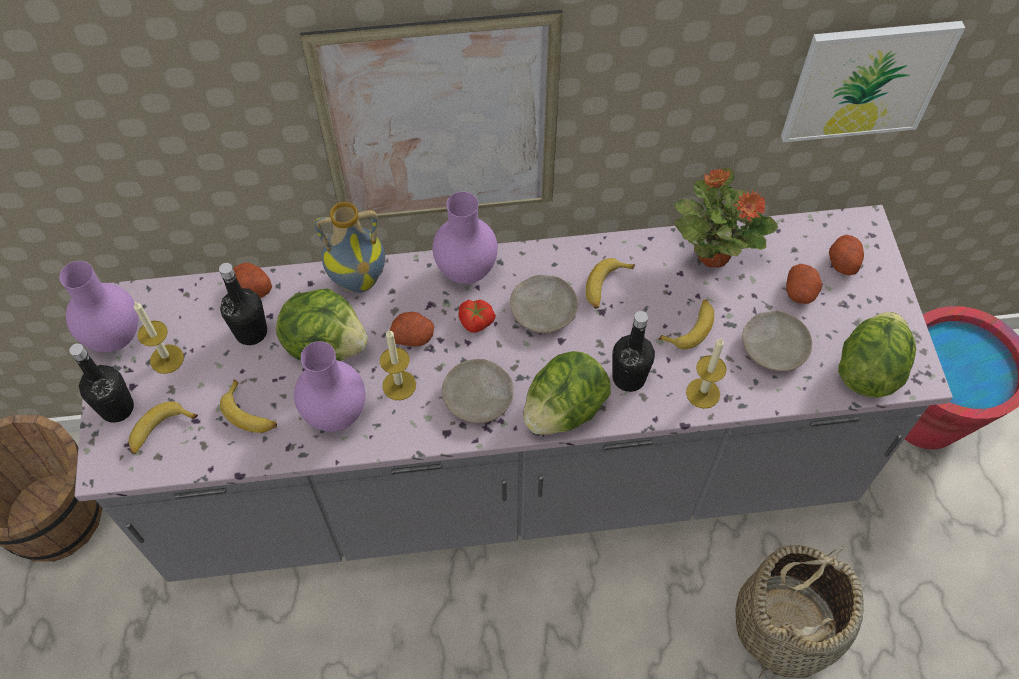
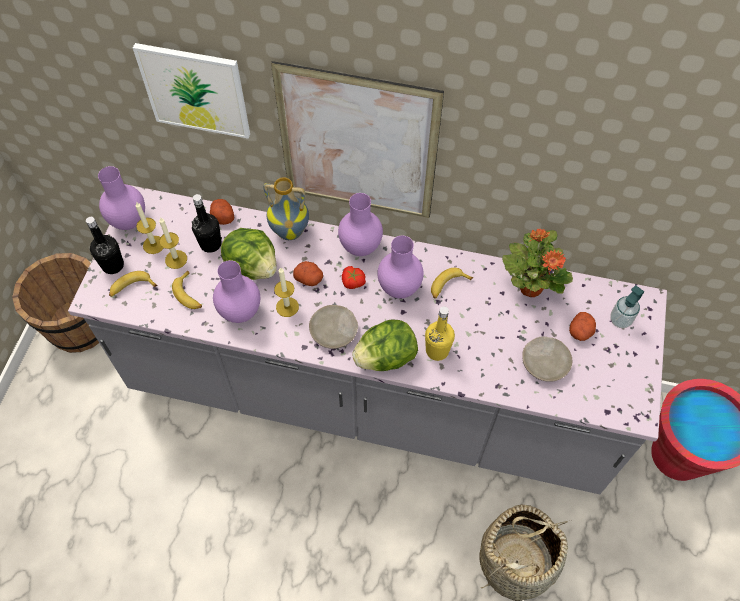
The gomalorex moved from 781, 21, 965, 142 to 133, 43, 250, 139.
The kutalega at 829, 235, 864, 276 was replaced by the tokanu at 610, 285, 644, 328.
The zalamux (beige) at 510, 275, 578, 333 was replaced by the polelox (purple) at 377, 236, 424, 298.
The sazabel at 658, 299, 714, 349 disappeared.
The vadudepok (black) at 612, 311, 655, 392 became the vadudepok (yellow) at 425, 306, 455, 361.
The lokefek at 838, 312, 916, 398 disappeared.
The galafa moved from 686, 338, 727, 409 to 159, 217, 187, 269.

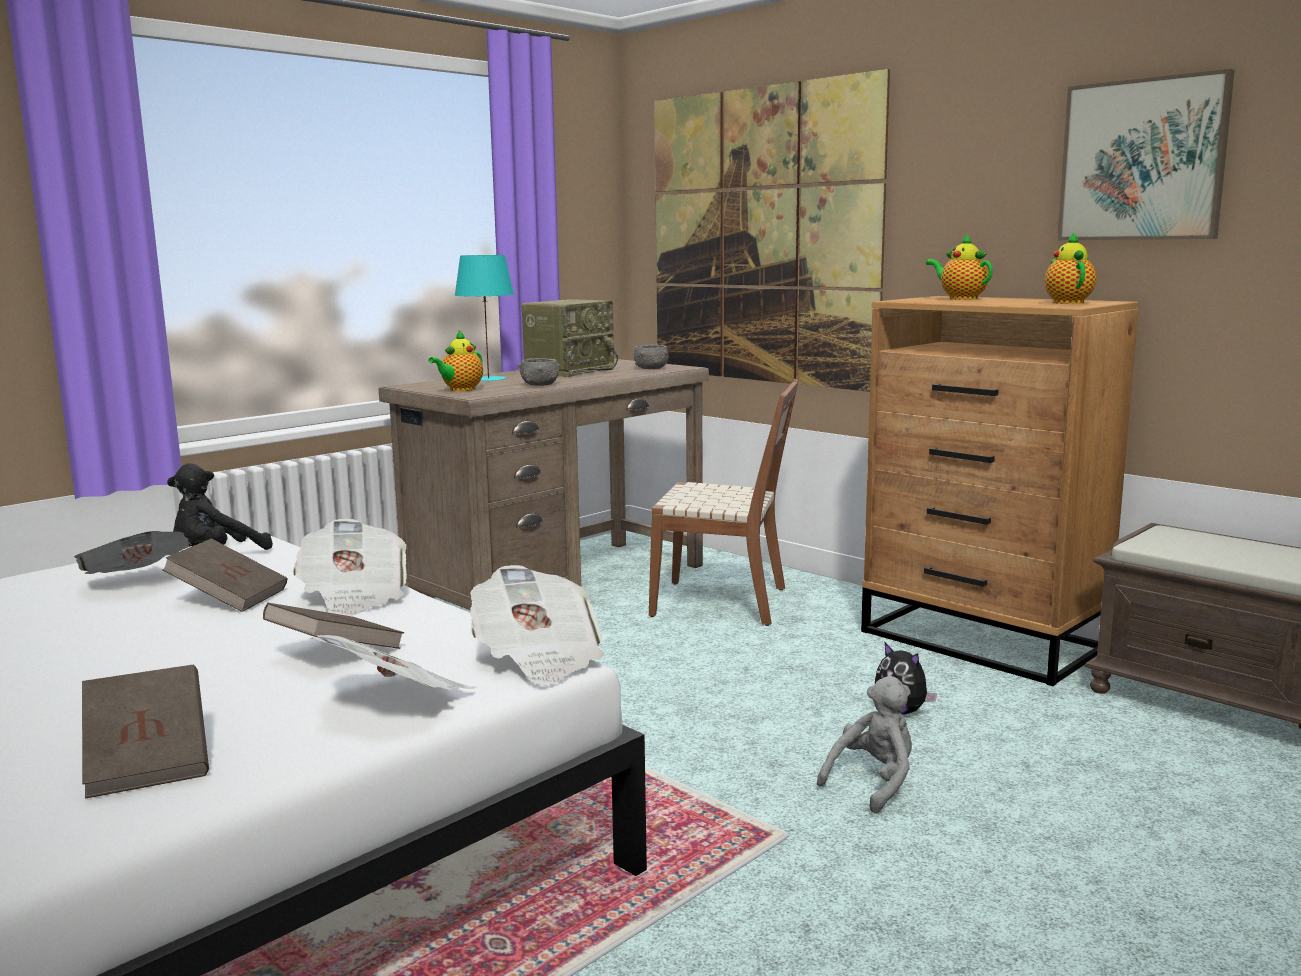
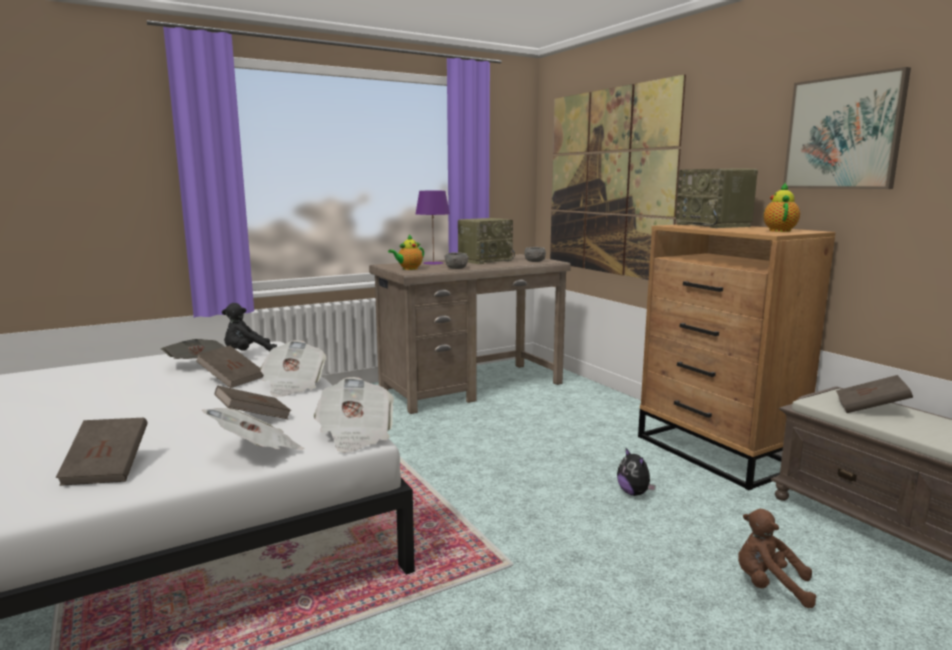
The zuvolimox at 926, 234, 993, 300 was replaced by the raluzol at 676, 169, 758, 228.
The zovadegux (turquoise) at 454, 255, 514, 381 became the zovadegux (purple) at 416, 191, 450, 265.
The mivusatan at 649, 379, 799, 626 disappeared.
The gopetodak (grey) at 817, 676, 912, 813 disappeared.
The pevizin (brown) at 836, 375, 913, 413 appeared.
The gopetodak (brown) at 738, 509, 816, 608 appeared.

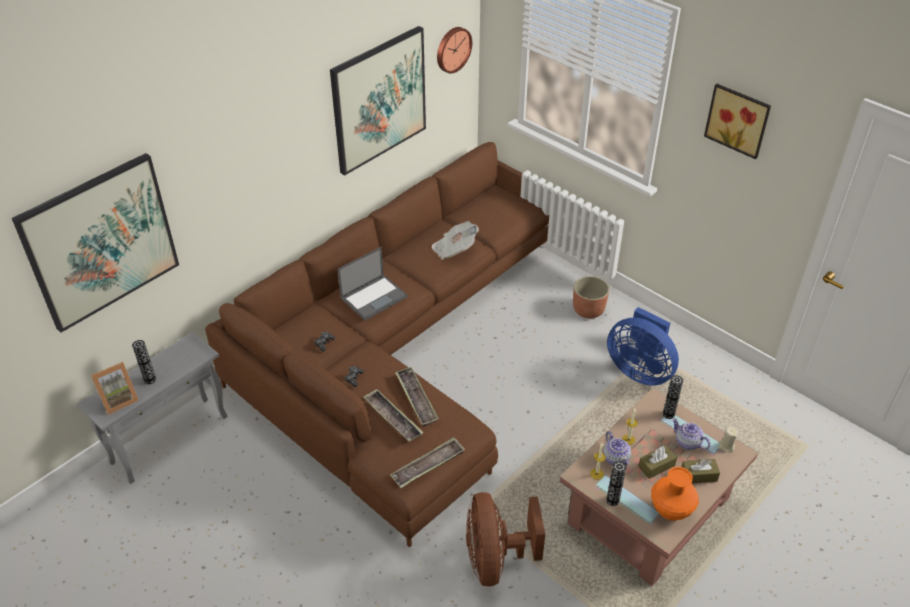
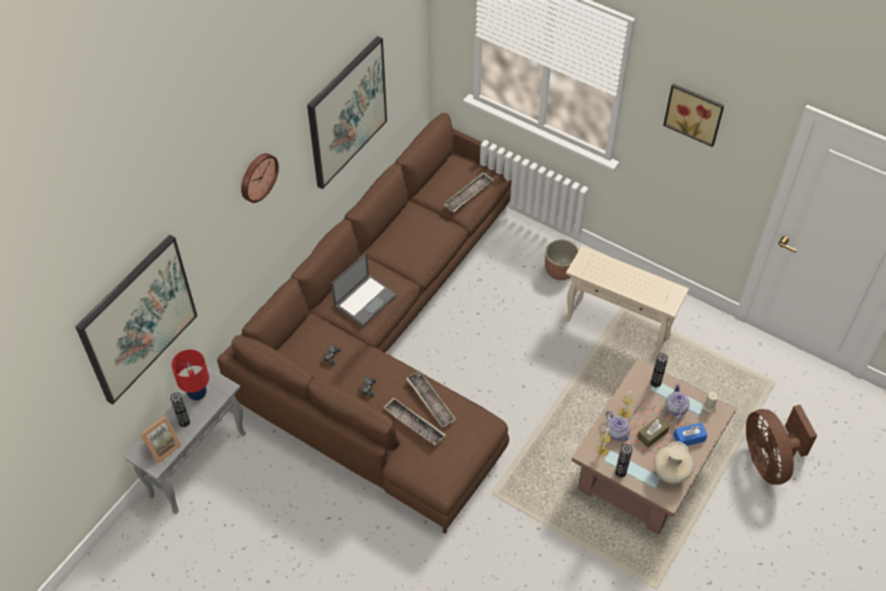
The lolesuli moved from 437, 27, 472, 74 to 241, 153, 279, 203.
The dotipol at 431, 221, 479, 260 disappeared.
The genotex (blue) at 607, 307, 679, 386 was replaced by the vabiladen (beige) at 565, 246, 689, 359.
The zuvolimox at 672, 418, 711, 450 turned 60 degrees clockwise.
The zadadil moved from 390, 437, 465, 488 to 443, 172, 494, 212.
The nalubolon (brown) at 681, 459, 720, 484 became the nalubolon (blue) at 673, 422, 707, 446.
The polelox (orange) at 651, 467, 699, 521 became the polelox (beige) at 653, 441, 694, 484.
The genotex (brown) moved from 466, 492, 545, 586 to 746, 405, 817, 485.
The zovadegux (red) at 171, 349, 209, 400 appeared.

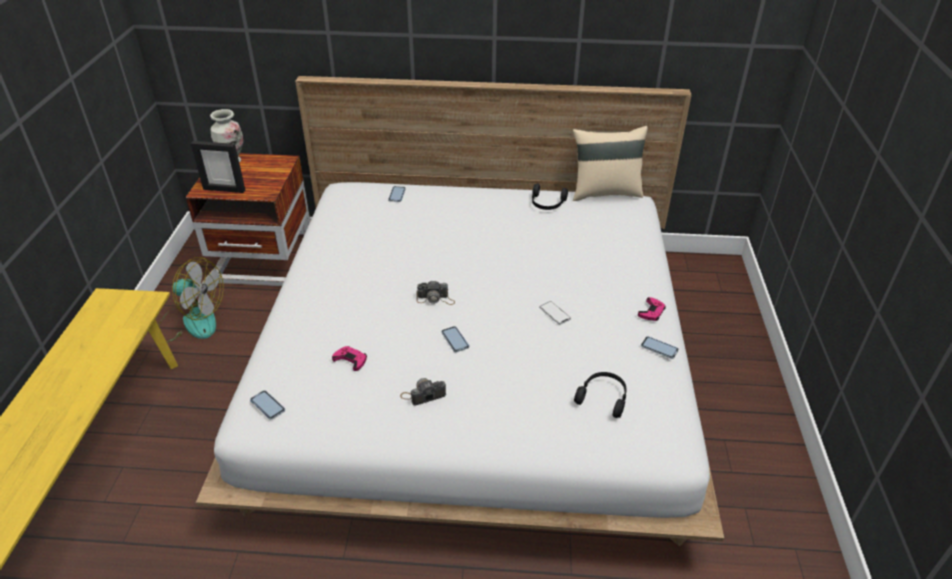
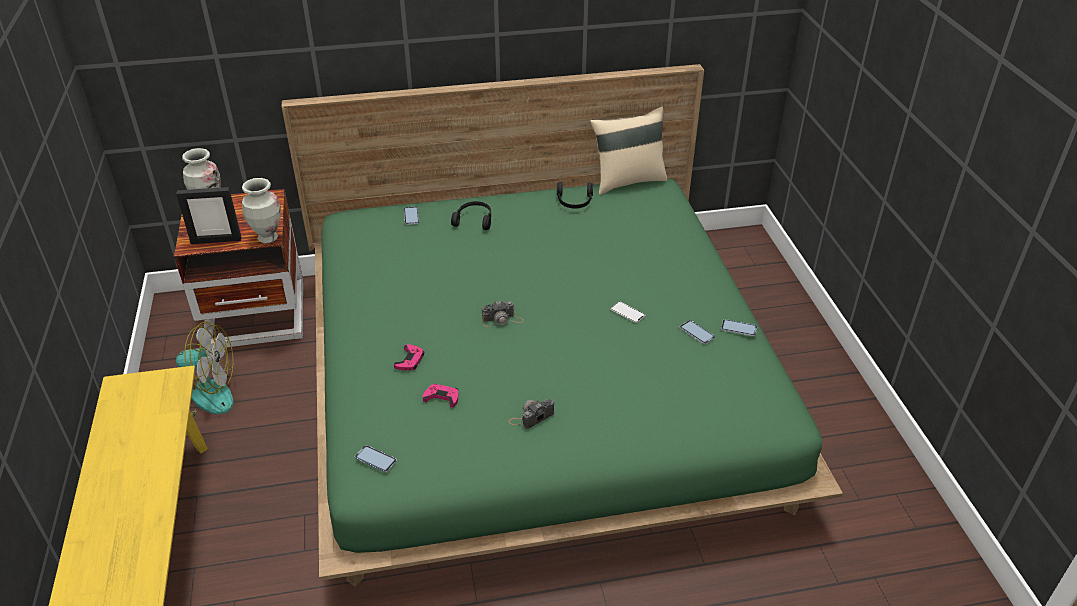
The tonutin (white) at 196, 76, 724, 546 became the tonutin (green) at 282, 64, 843, 586.
The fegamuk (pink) moved from 638, 297, 666, 321 to 394, 344, 424, 370.
The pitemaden moved from 441, 326, 469, 352 to 680, 320, 715, 344.
The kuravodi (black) moved from 574, 372, 627, 418 to 451, 201, 491, 230.
The polelox at 242, 178, 281, 243 appeared.

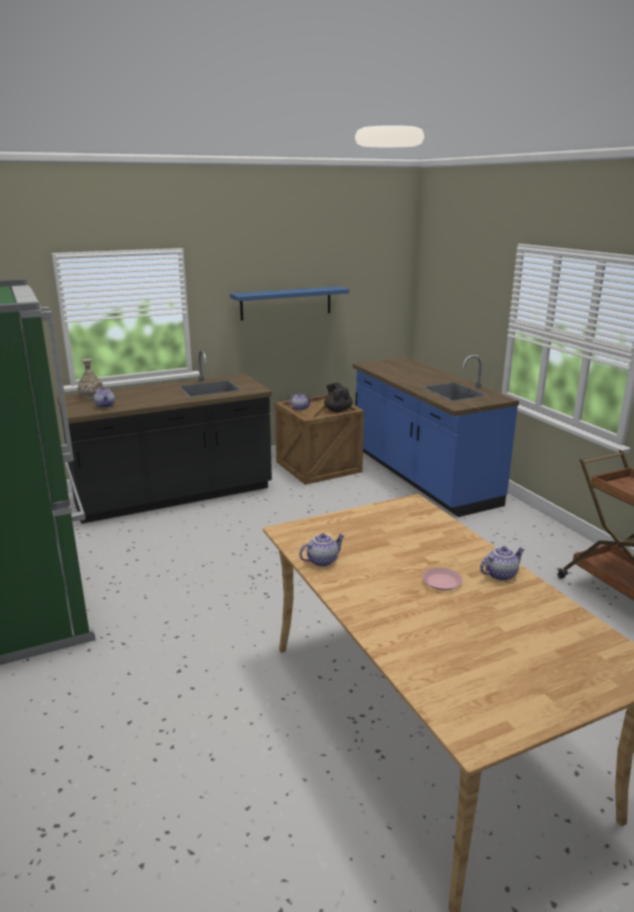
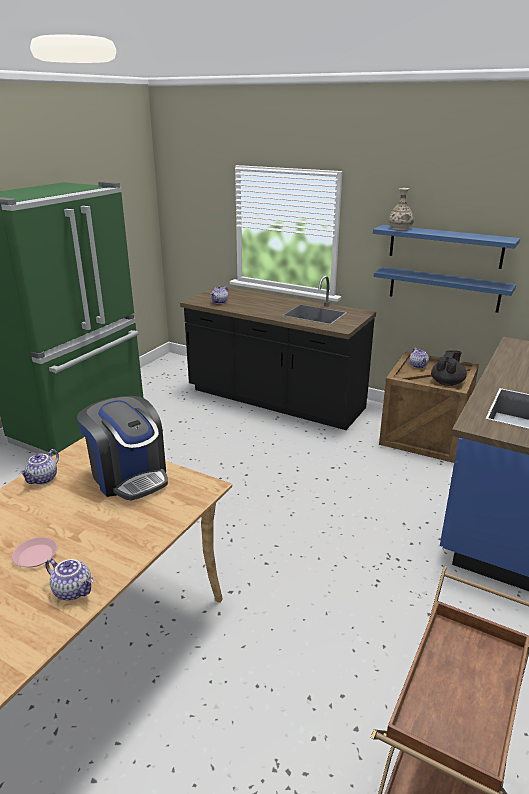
The polelox moved from 78, 358, 104, 399 to 388, 188, 414, 230.
The zuvolimox at 299, 533, 345, 567 turned 90 degrees clockwise.
The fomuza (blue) at 374, 267, 516, 313 appeared.
The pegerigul at 77, 396, 168, 501 appeared.

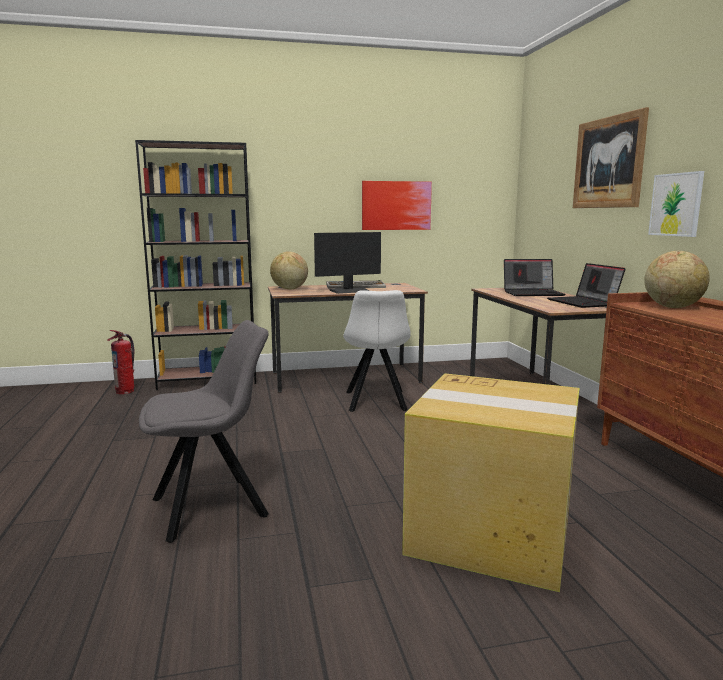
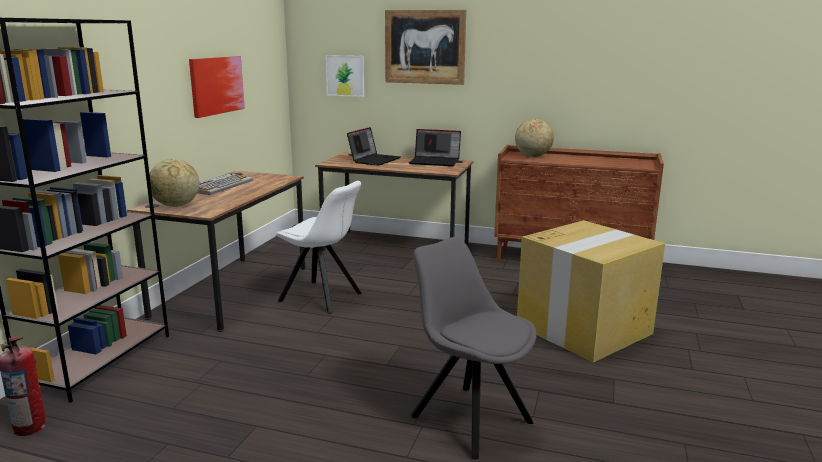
The gomalorex moved from 648, 171, 704, 237 to 325, 55, 364, 97.
The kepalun at 314, 232, 381, 294 disappeared.
The mivusatan (grey) at 139, 320, 269, 543 turned 45 degrees counterclockwise.

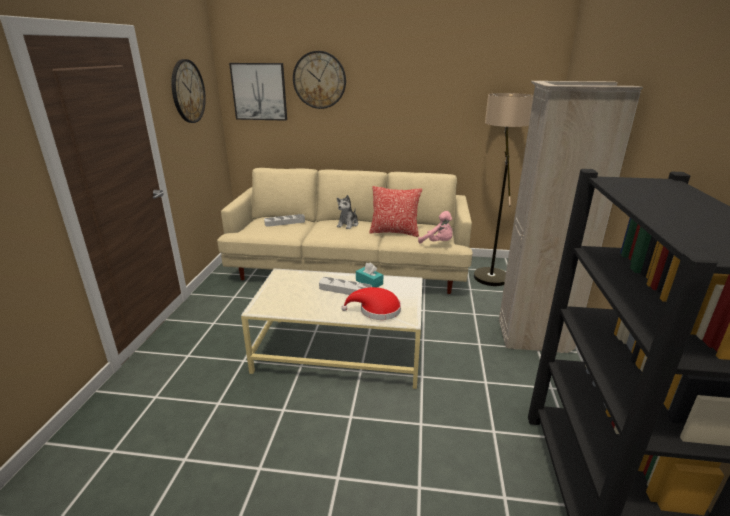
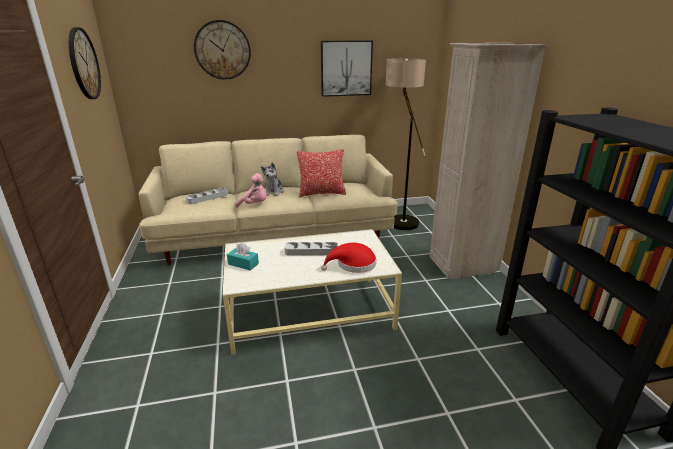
The gomalorex moved from 229, 63, 287, 121 to 321, 40, 373, 97.
The gopetodak (pink) moved from 418, 211, 453, 243 to 235, 173, 267, 208.
The nalubolon (turquoise) moved from 356, 263, 383, 287 to 227, 243, 259, 271.

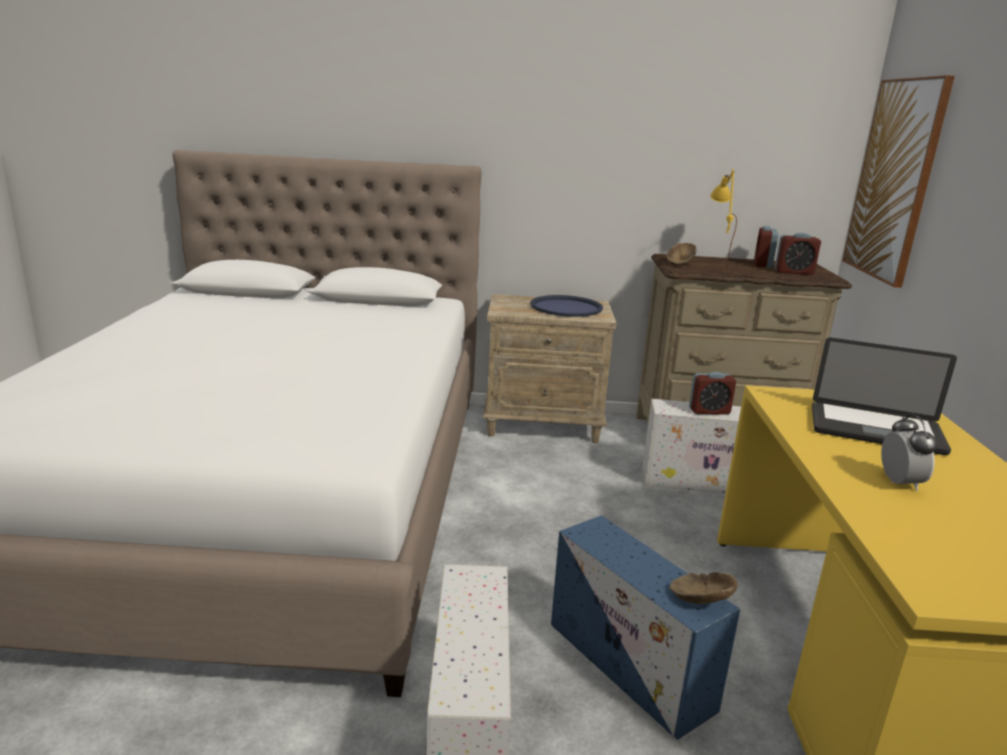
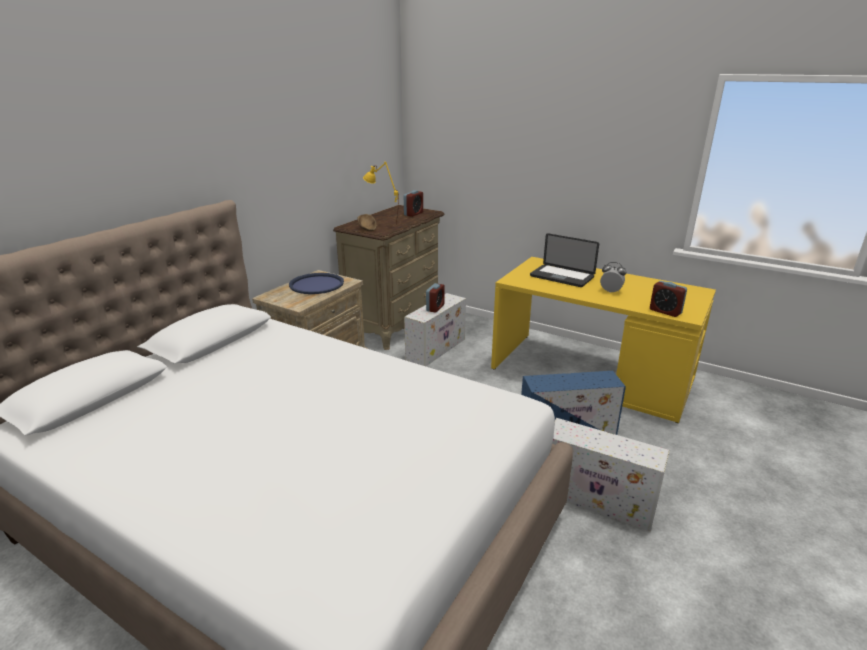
The gomalorex at 842, 75, 955, 288 disappeared.
The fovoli moved from 754, 226, 779, 268 to 650, 281, 687, 317.
The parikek at 812, 338, 957, 455 turned 75 degrees clockwise.
The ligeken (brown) at 670, 572, 738, 604 disappeared.

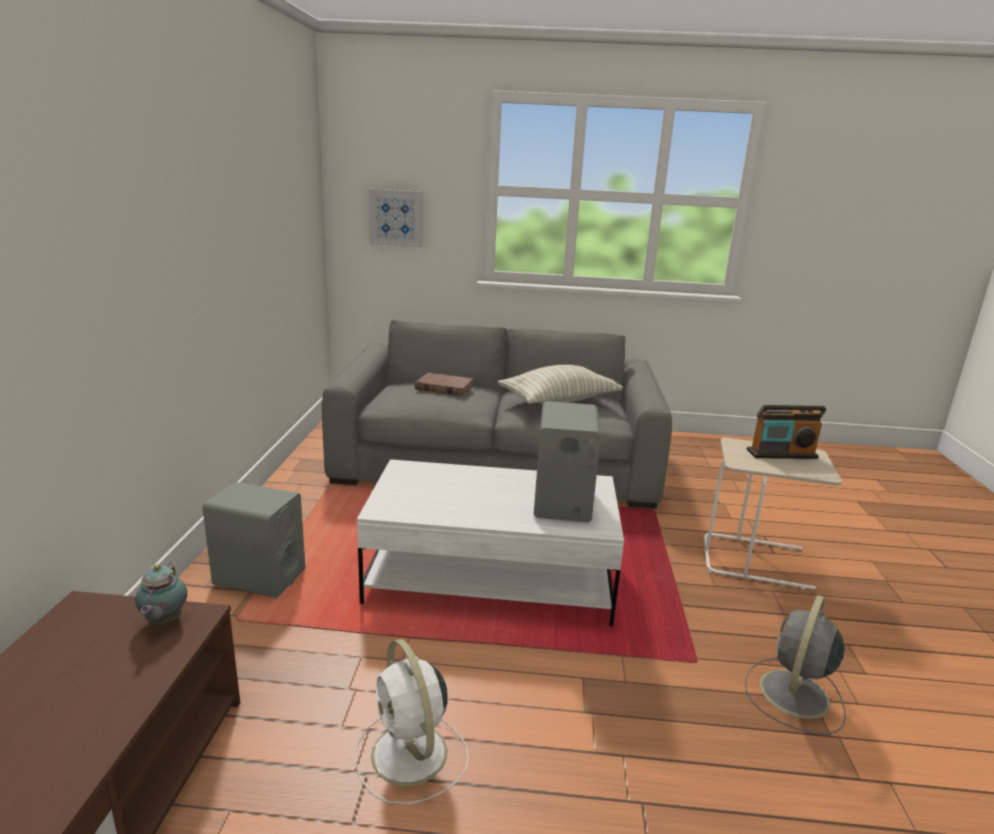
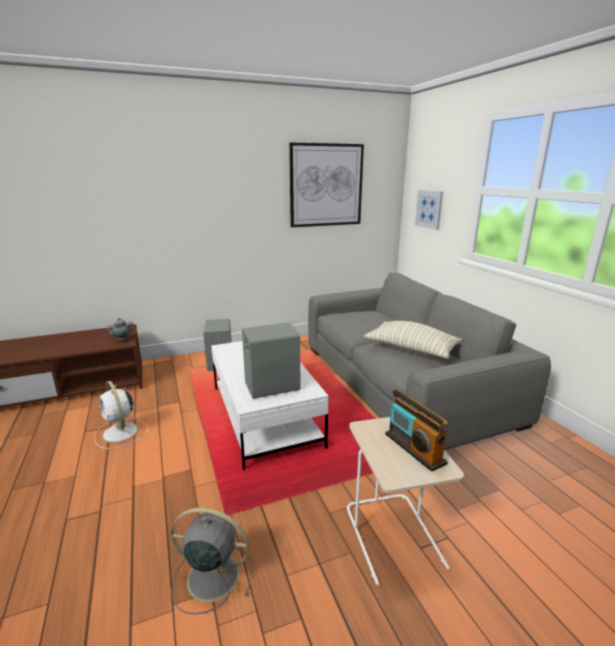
The pevizin (brown) at 415, 372, 474, 396 disappeared.
The genotex (white) at 355, 639, 469, 805 turned 75 degrees counterclockwise.
The gomalorex at 289, 142, 364, 227 appeared.

